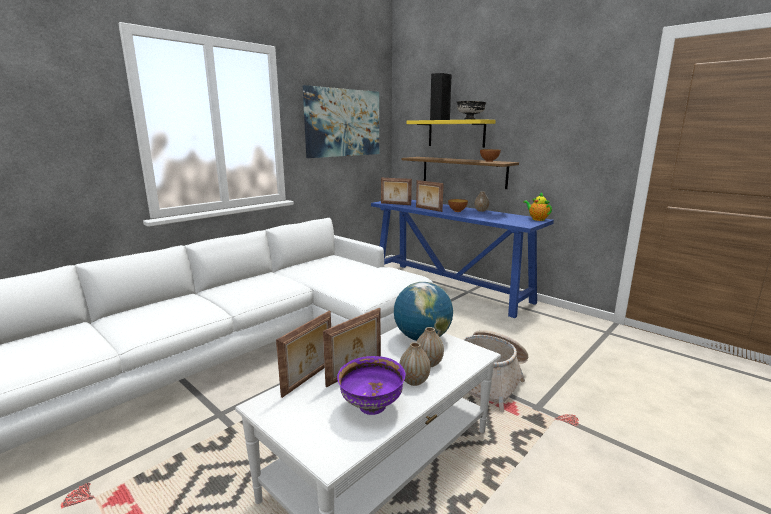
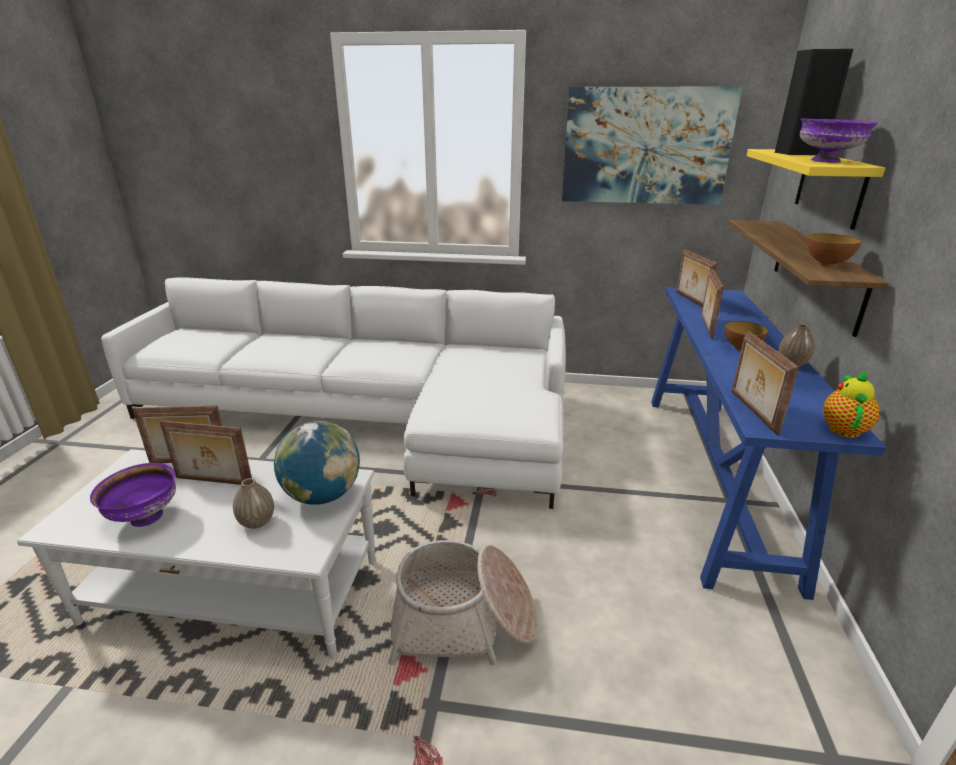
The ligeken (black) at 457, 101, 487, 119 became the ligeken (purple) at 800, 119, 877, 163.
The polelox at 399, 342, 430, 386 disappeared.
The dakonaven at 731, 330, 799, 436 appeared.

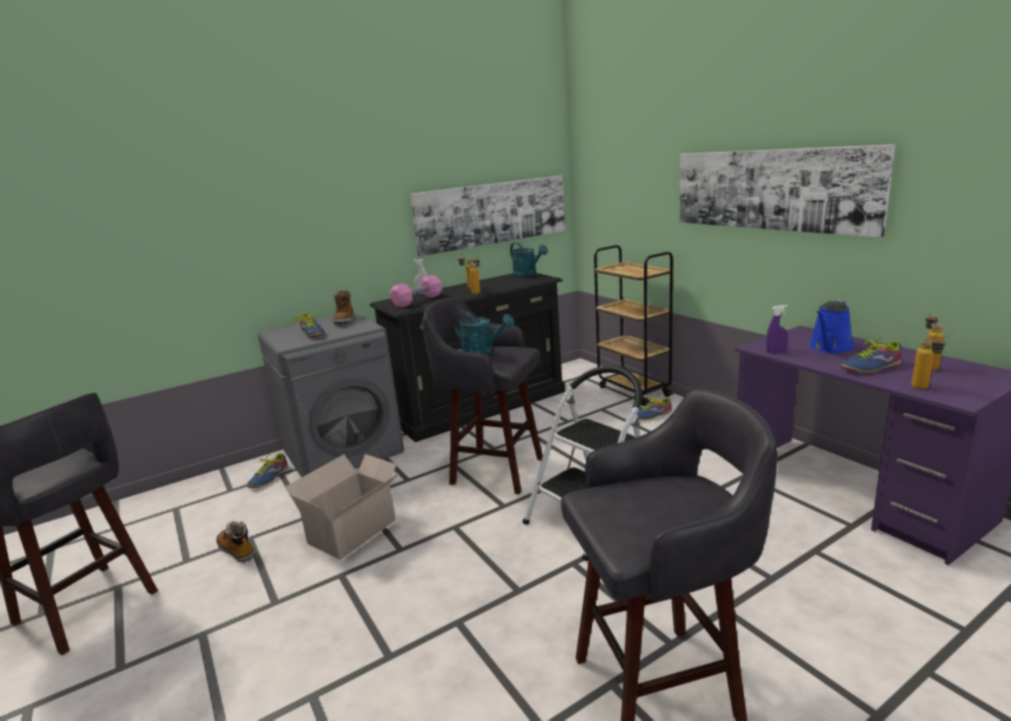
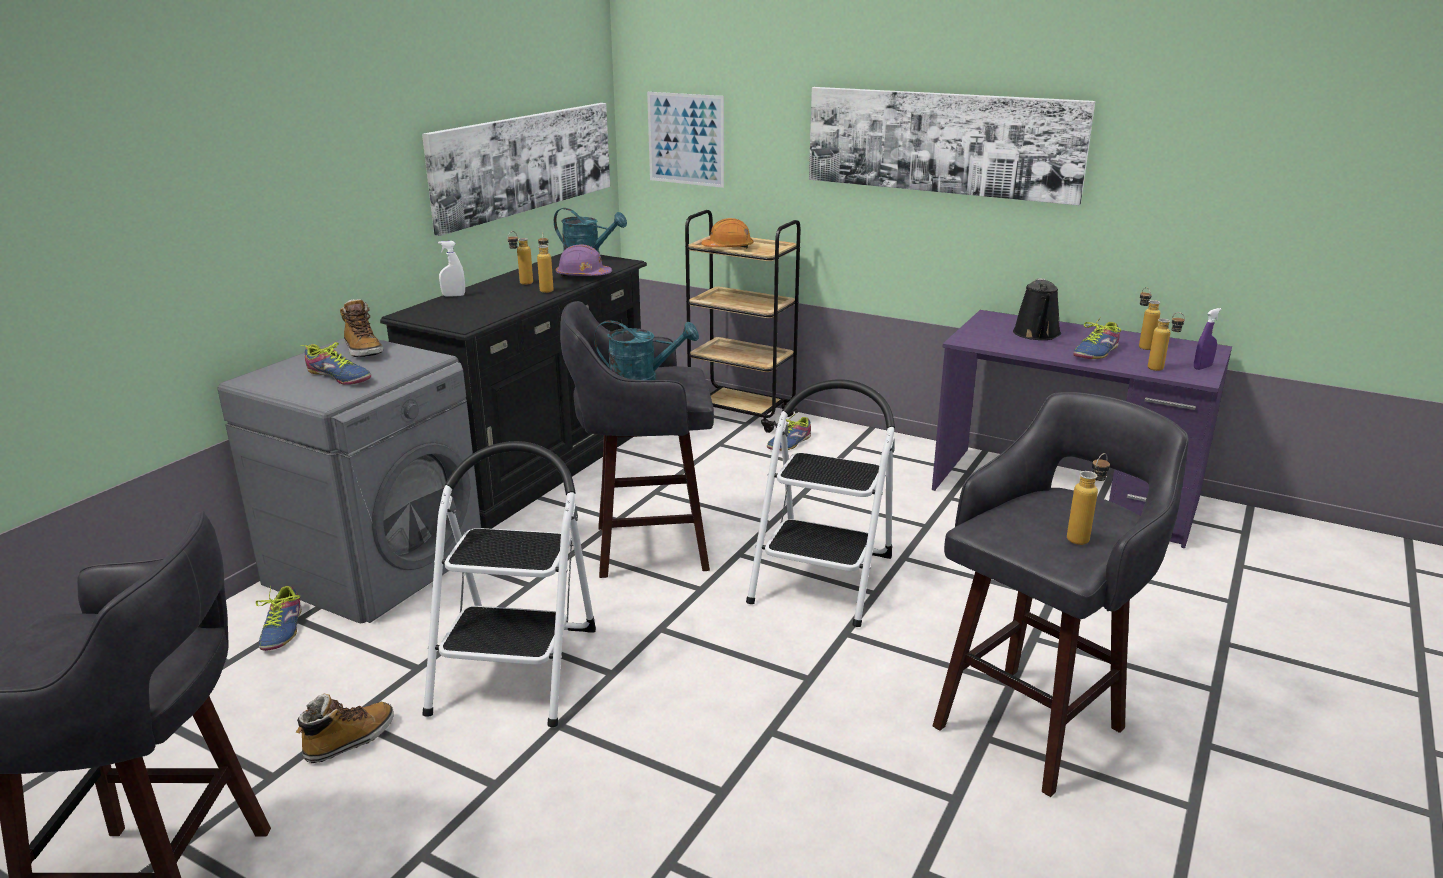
The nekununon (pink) at 390, 275, 442, 308 disappeared.
The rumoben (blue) at 809, 300, 854, 353 became the rumoben (black) at 1013, 278, 1061, 340.
The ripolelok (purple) moved from 766, 305, 788, 353 to 1194, 308, 1222, 370.
The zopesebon at 285, 454, 399, 560 was replaced by the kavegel at 423, 441, 596, 727.
The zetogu at 216, 521, 255, 562 turned 120 degrees clockwise.
The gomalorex at 647, 92, 724, 188 appeared.
The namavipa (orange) at 701, 218, 753, 248 appeared.
The namavipa (purple) at 556, 244, 612, 277 appeared.
The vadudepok at 1067, 453, 1110, 545 appeared.

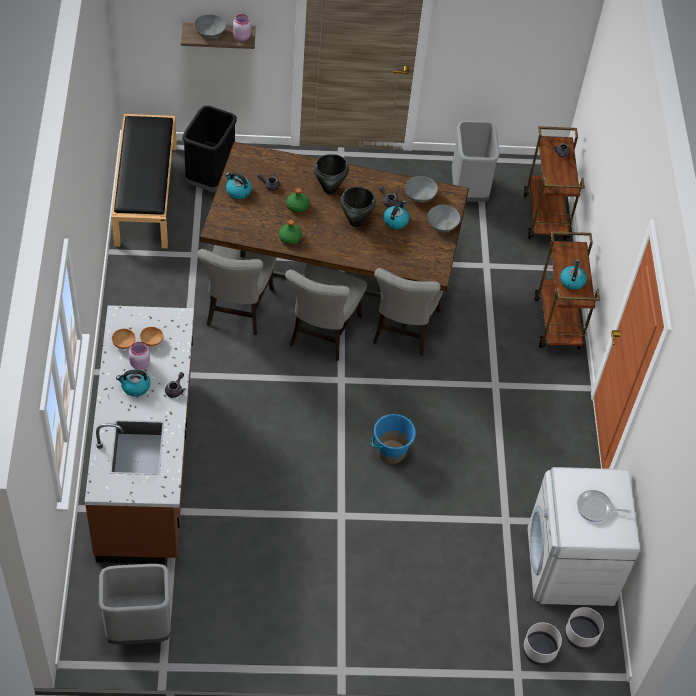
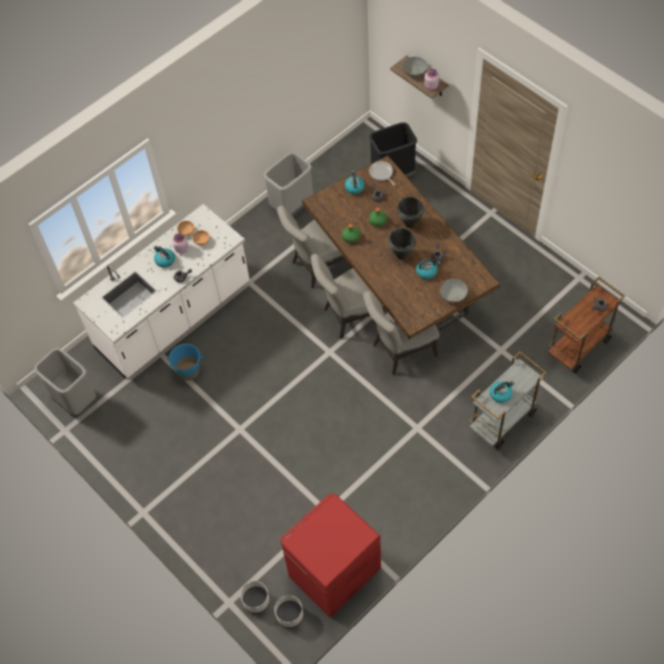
The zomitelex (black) at 111, 114, 177, 248 disappeared.
The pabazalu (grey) moved from 451, 120, 499, 202 to 263, 152, 313, 216.
The ligeken (grey) at 405, 176, 438, 202 disappeared.
The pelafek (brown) at 534, 231, 600, 349 became the pelafek (grey) at 469, 351, 547, 449.
The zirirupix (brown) at 85, 305, 194, 564 became the zirirupix (white) at 73, 204, 250, 378.
The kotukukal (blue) moved from 371, 414, 416, 464 to 167, 344, 203, 381.
The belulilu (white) at 527, 467, 640, 606 became the belulilu (red) at 281, 494, 381, 618.
The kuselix moved from 577, 490, 631, 522 to 369, 161, 395, 185.

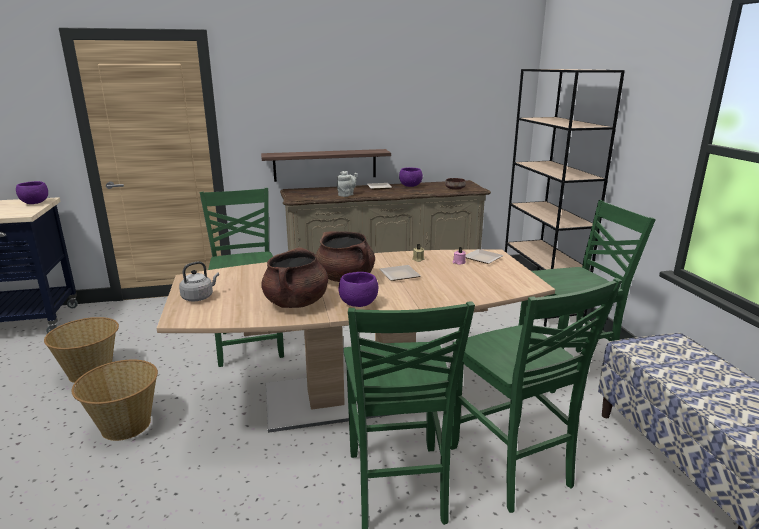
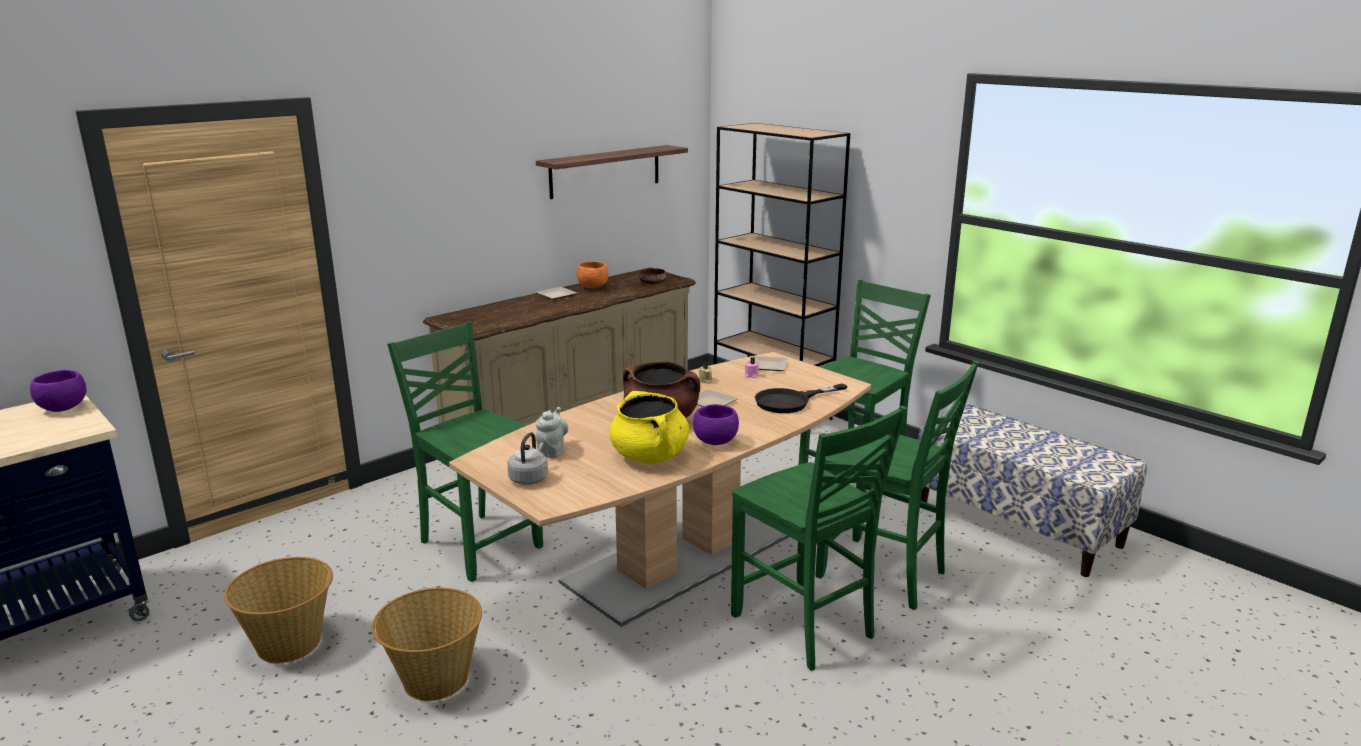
The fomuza moved from 261, 149, 391, 182 to 536, 145, 688, 199.
The ligeken (purple) at 399, 167, 423, 187 became the ligeken (orange) at 577, 261, 608, 288.
The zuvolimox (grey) moved from 337, 171, 357, 197 to 535, 407, 568, 458.
The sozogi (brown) at 261, 247, 328, 308 became the sozogi (yellow) at 610, 391, 689, 464.
The kuselix (black) at 755, 383, 847, 413 appeared.

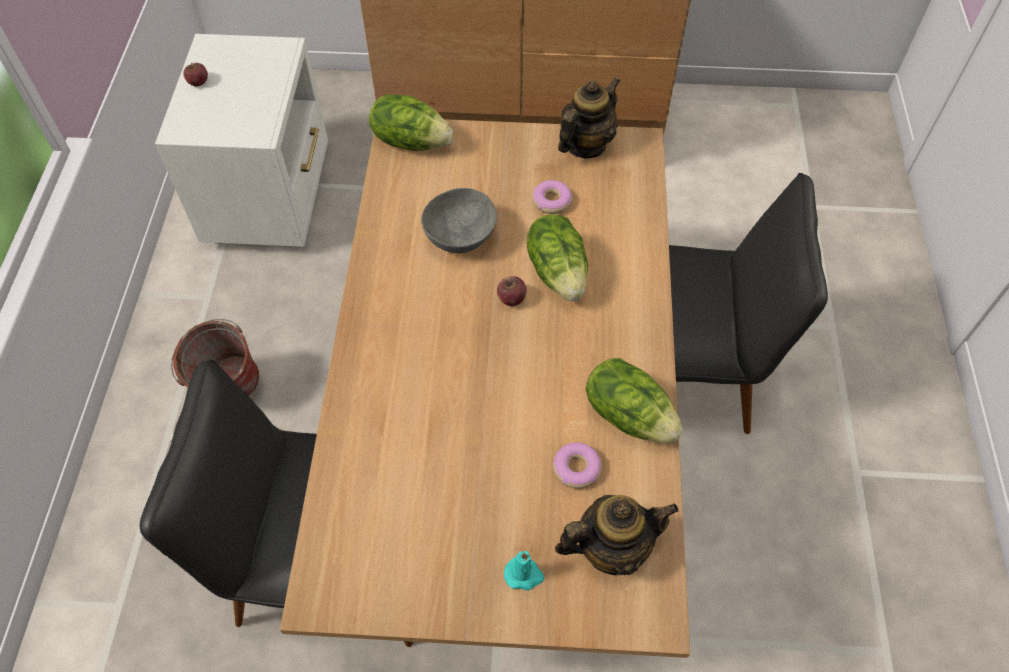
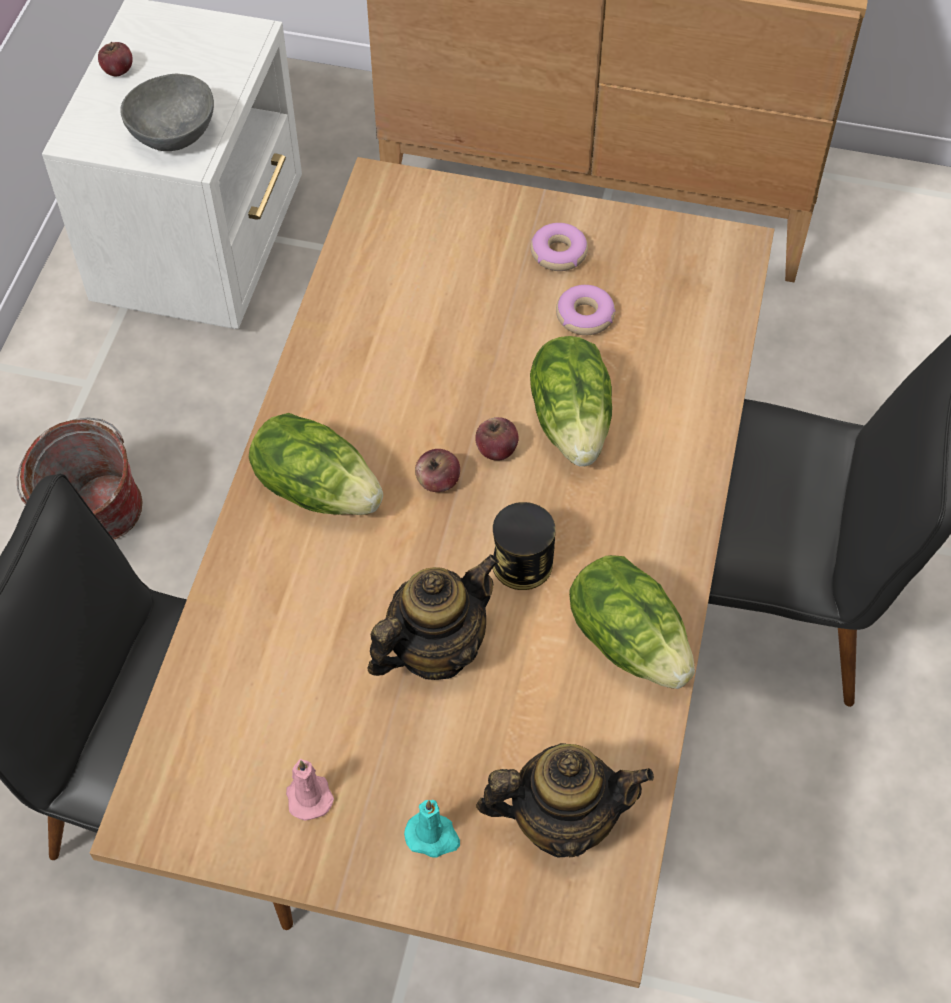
The zuvolimox moved from 558, 77, 620, 158 to 368, 555, 499, 680.
The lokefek moved from 369, 94, 453, 151 to 249, 413, 383, 515.
The ligeken (grey) moved from 421, 188, 497, 253 to 120, 74, 214, 151.
The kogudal moved from 553, 442, 602, 489 to 530, 223, 588, 271.
The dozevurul at 415, 449, 460, 492 appeared.
The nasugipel at 493, 502, 555, 590 appeared.
The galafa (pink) at 286, 759, 334, 821 appeared.

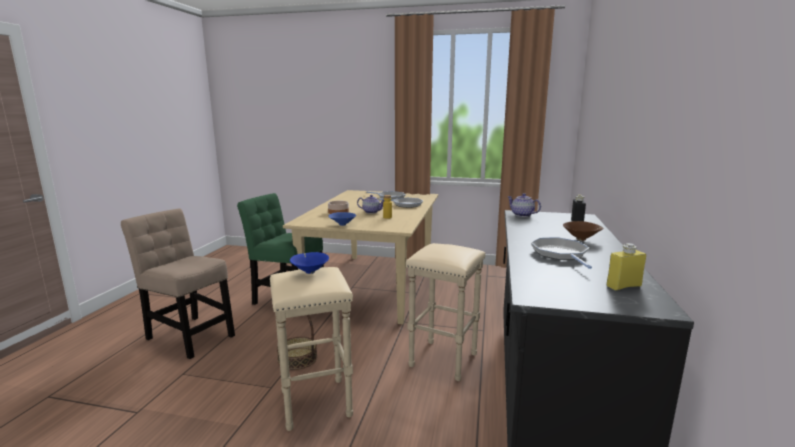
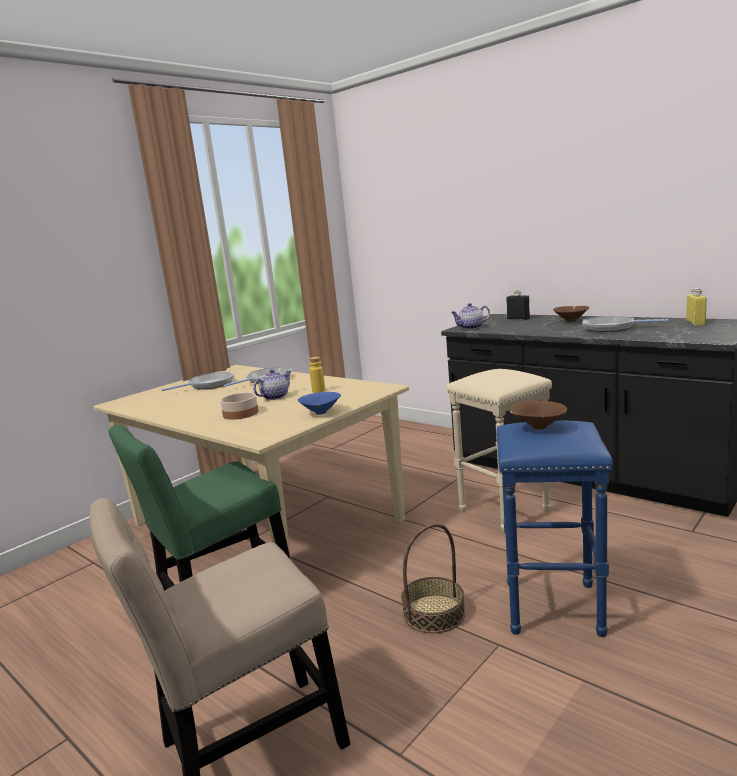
The ligeken (blue) at 290, 252, 329, 274 became the ligeken (brown) at 510, 401, 567, 430.
The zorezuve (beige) at 270, 267, 353, 431 became the zorezuve (blue) at 496, 421, 613, 637.

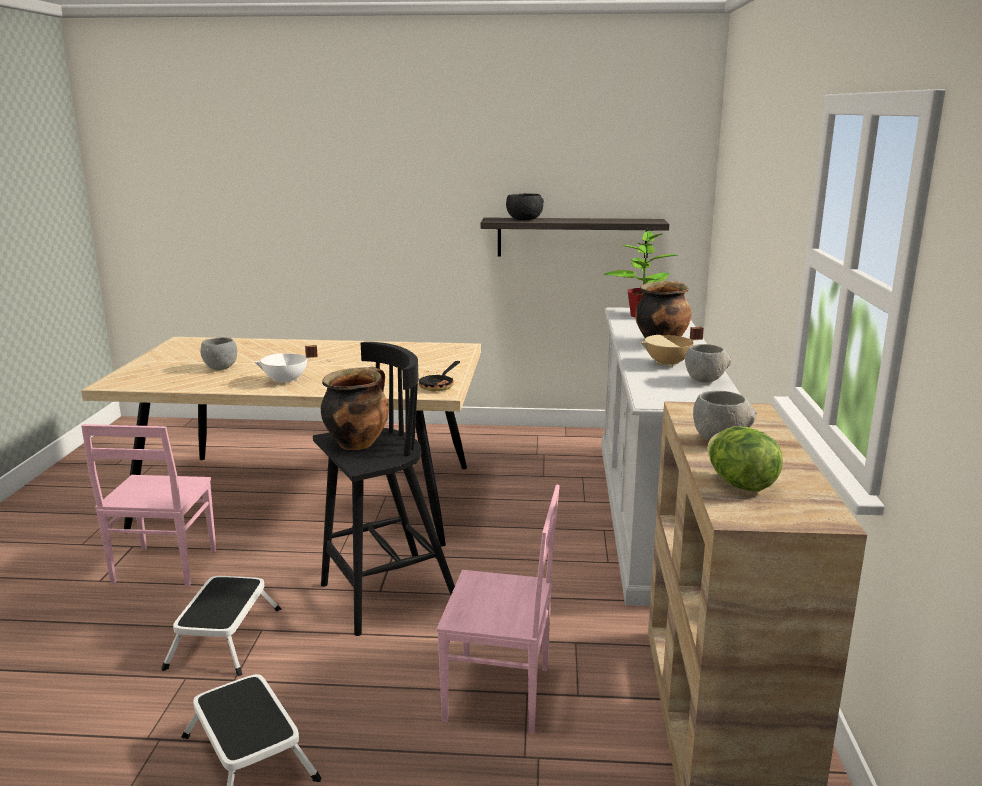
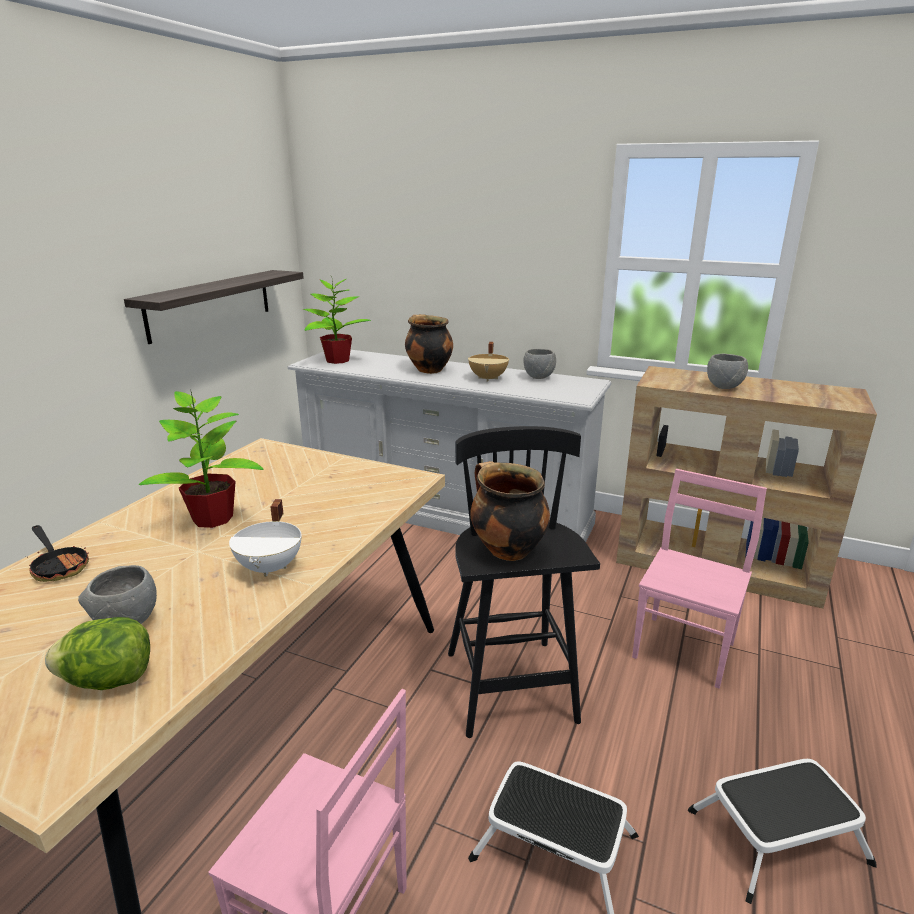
The ligeken (black) at 506, 193, 544, 220 disappeared.
The kuselix moved from 419, 361, 460, 392 to 25, 525, 89, 582.
The lokefek moved from 707, 427, 783, 491 to 45, 617, 150, 690.
The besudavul at 139, 391, 264, 528 appeared.

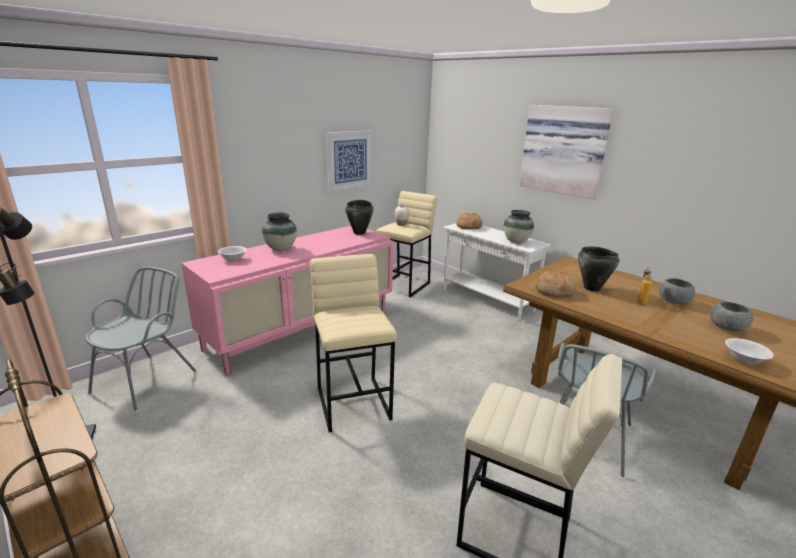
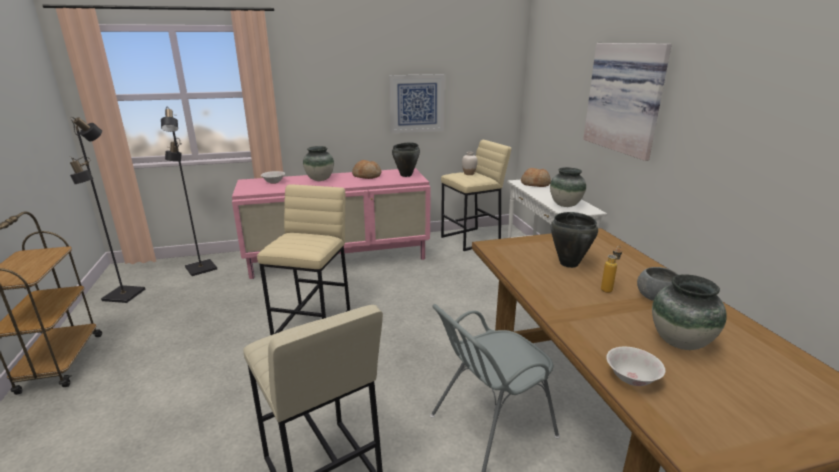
The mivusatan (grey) at 85, 267, 198, 413 was replaced by the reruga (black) at 161, 107, 217, 276.
The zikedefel moved from 536, 271, 576, 297 to 352, 160, 382, 179.
The ligeken (grey) at 710, 301, 753, 331 was replaced by the polelox at 652, 274, 727, 350.

